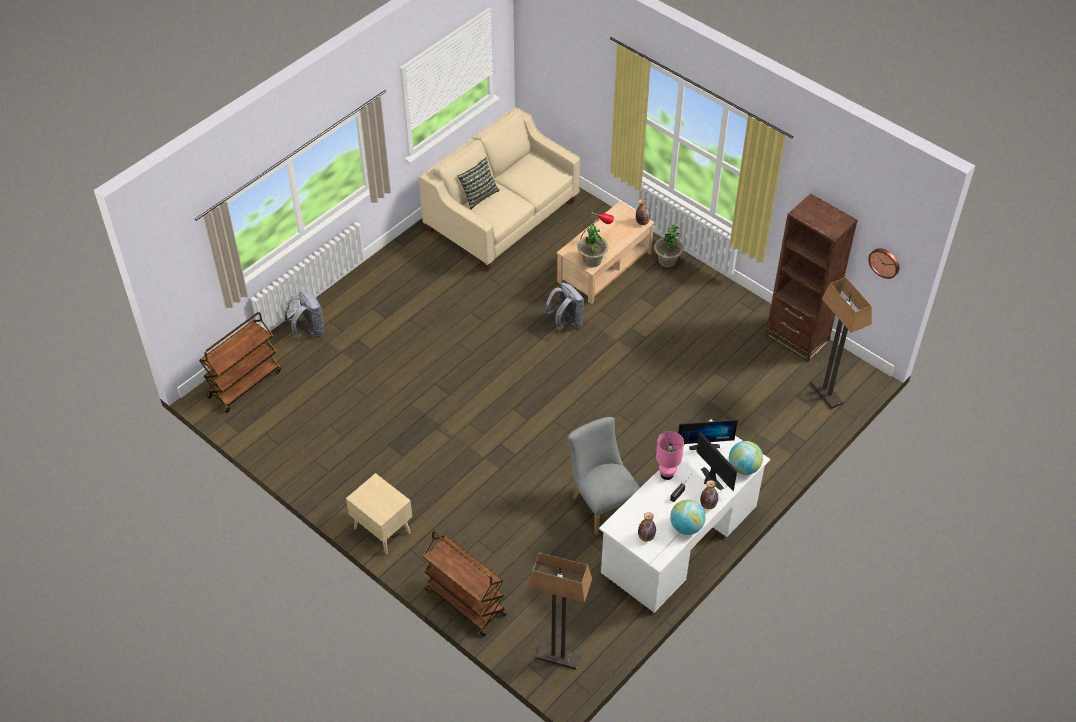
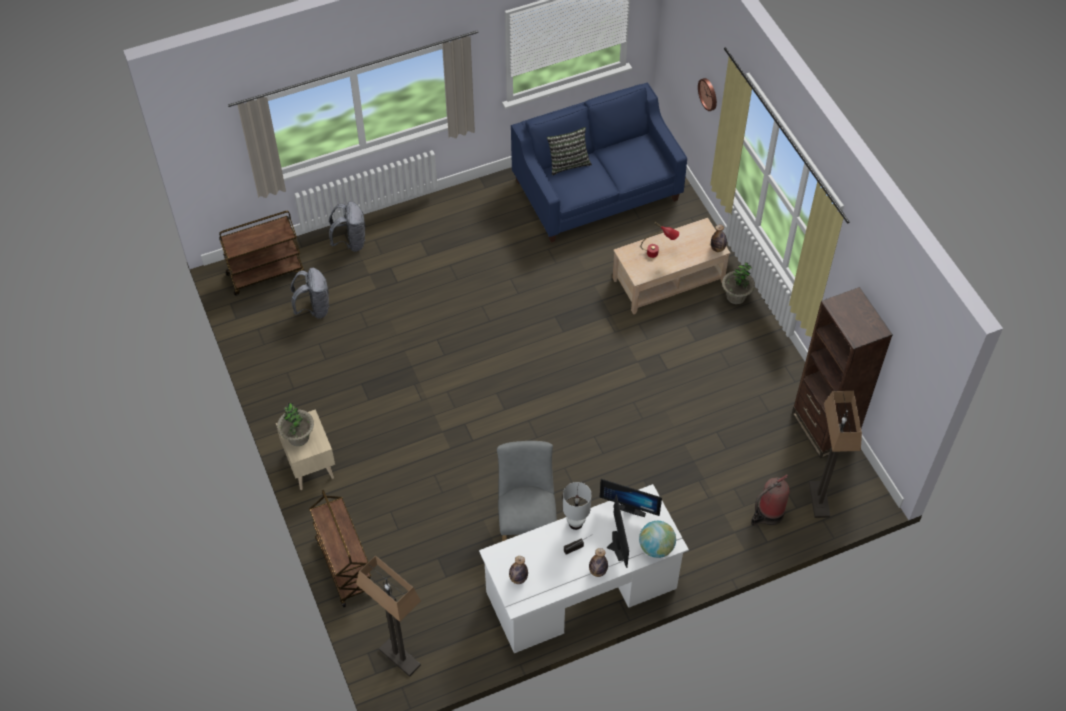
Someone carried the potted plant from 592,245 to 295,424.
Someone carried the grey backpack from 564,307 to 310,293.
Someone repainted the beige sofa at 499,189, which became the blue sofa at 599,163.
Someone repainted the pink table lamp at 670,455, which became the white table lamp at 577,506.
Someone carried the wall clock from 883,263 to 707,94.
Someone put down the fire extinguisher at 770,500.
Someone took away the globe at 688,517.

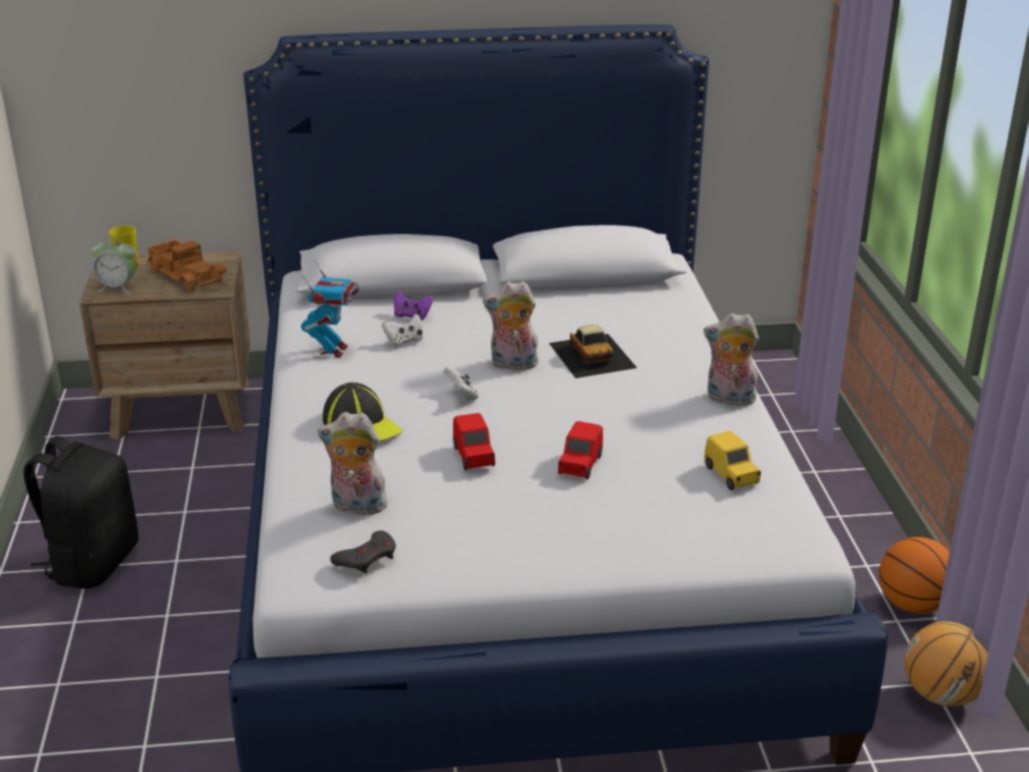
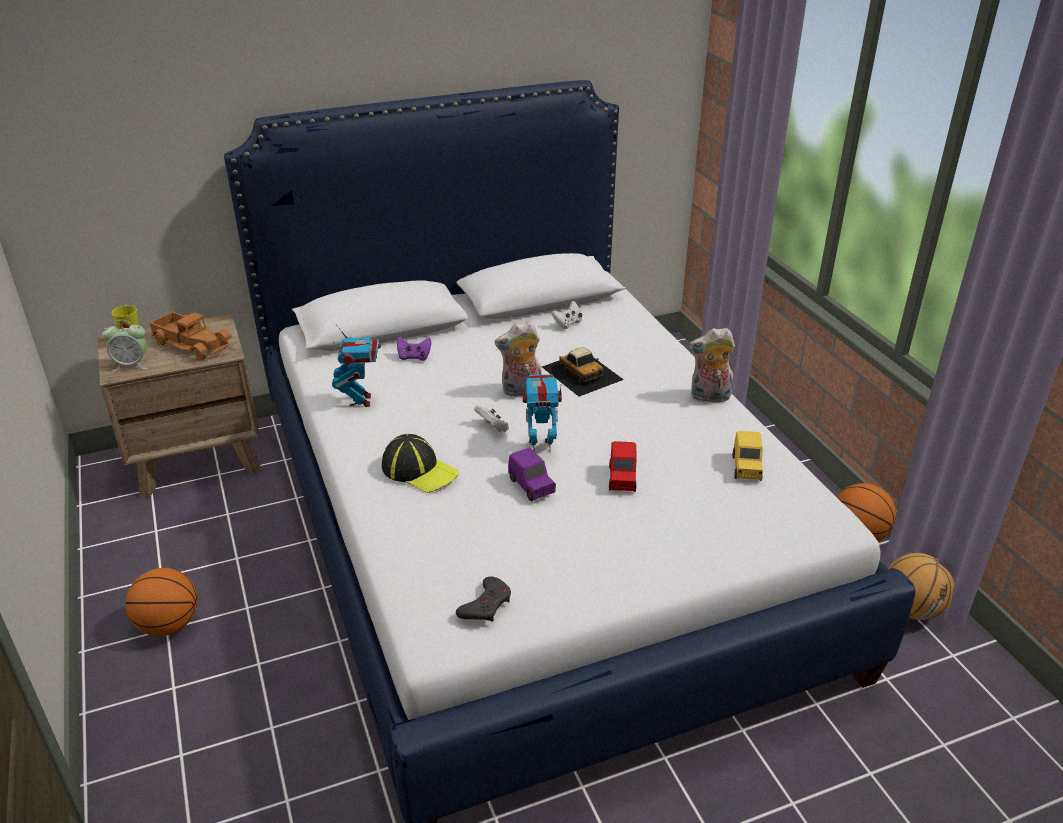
Someone swapped the black backpack at 81,512 for the basketball at 161,602.
Someone repainted the red toy car at 474,442, which became the purple toy car at 532,474.
Someone put down the toy robot at 542,413.
Someone carried the white game controller from 402,330 to 566,315.
Someone rotated the yellow toy car at 732,460 by 45 degrees clockwise.
Someone took away the plush toy at 354,463.

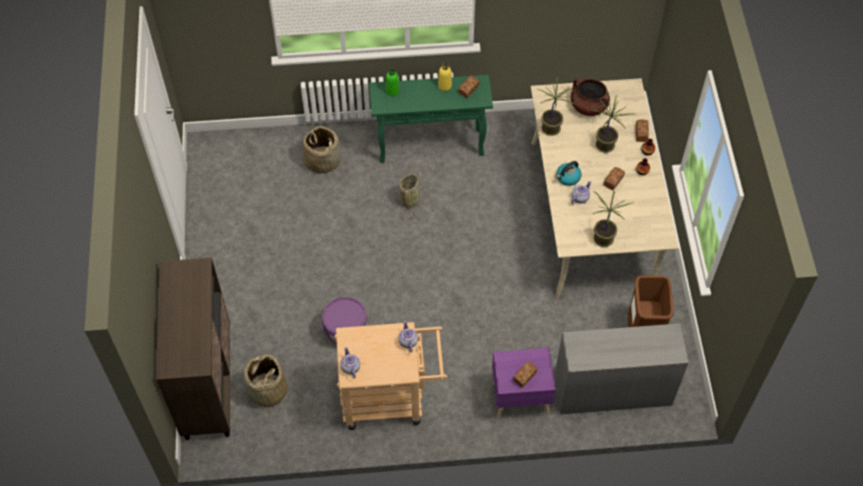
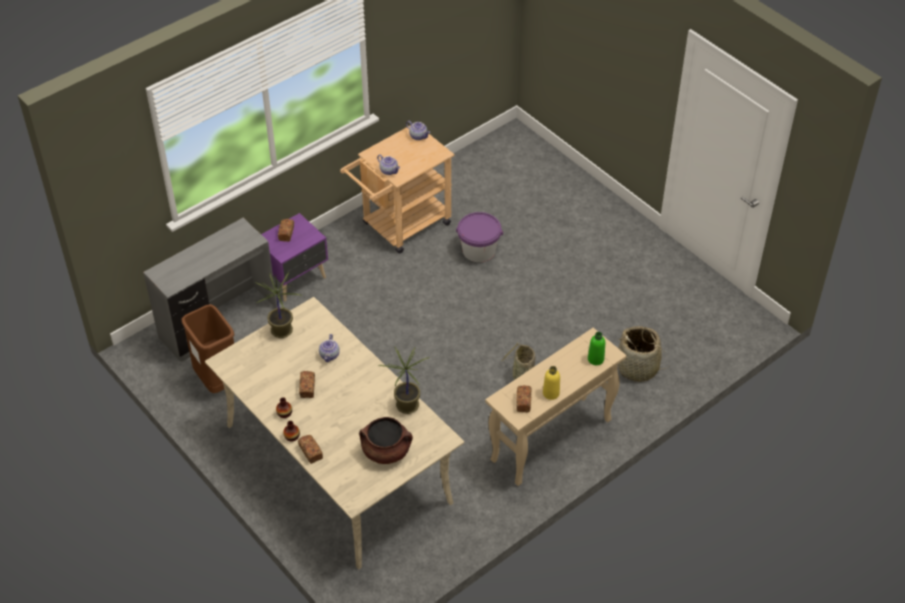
Someone repainted the green console table at 431,119, which became the beige console table at 556,407.
Someone took away the brown cabinet at 193,349.
Someone took away the basket at 265,383.
Someone took away the kettle at 568,173.
Someone took away the potted plant at 612,123.

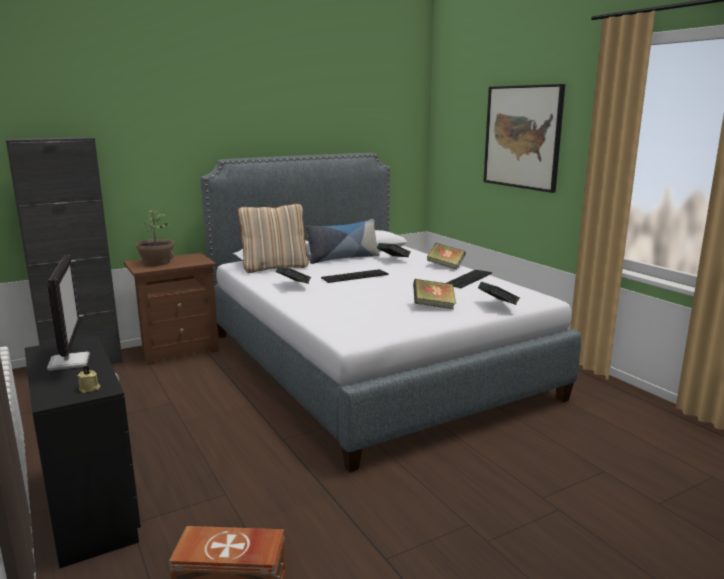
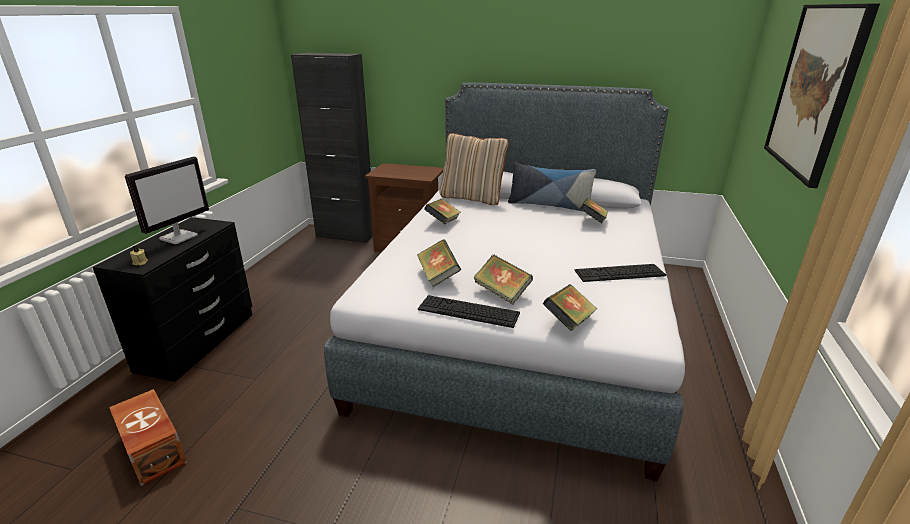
Someone carried the book from 446,256 to 439,263.
Someone carried the keyboard from 355,276 to 469,311.
Someone took away the potted plant at 155,237.

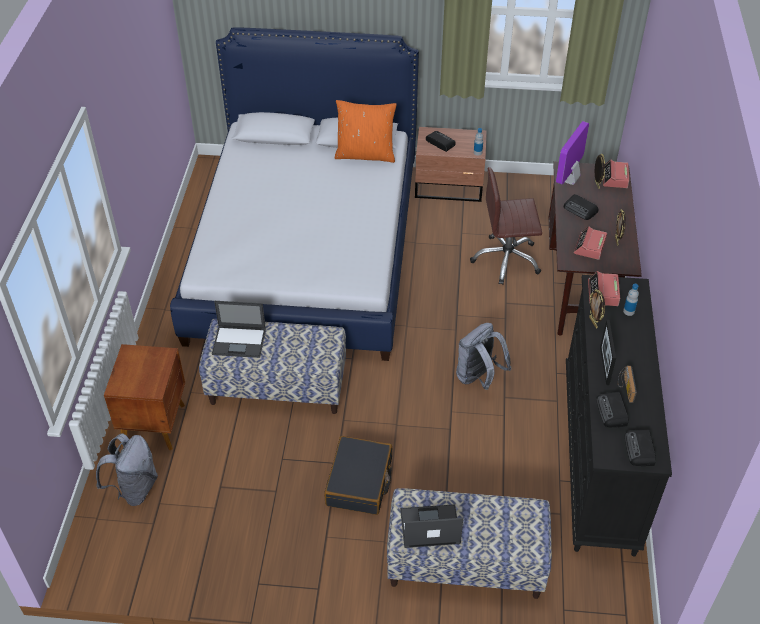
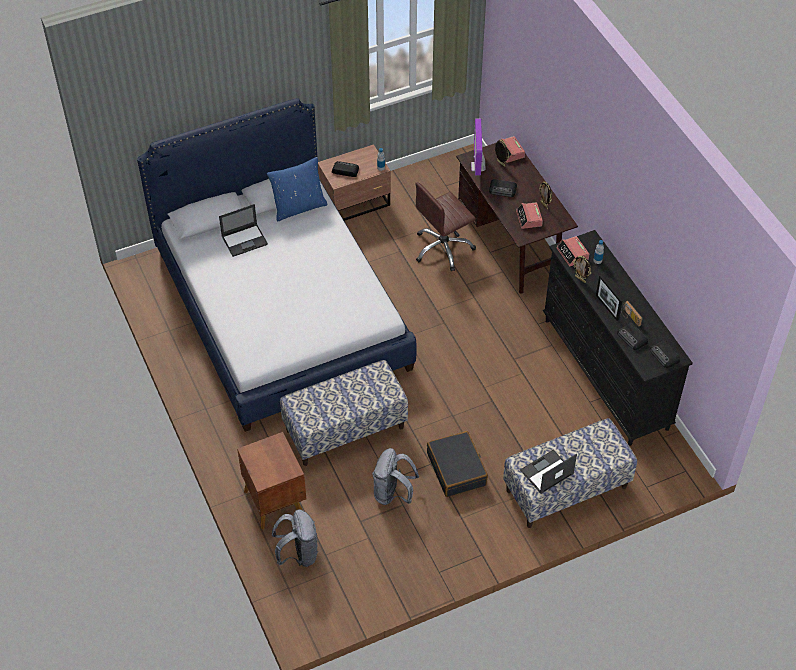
Someone carried the laptop from 239,329 to 243,230.
Someone repainted the orange pillow at 366,131, which became the blue pillow at 297,189.
Someone carried the grey backpack from 484,356 to 395,476.

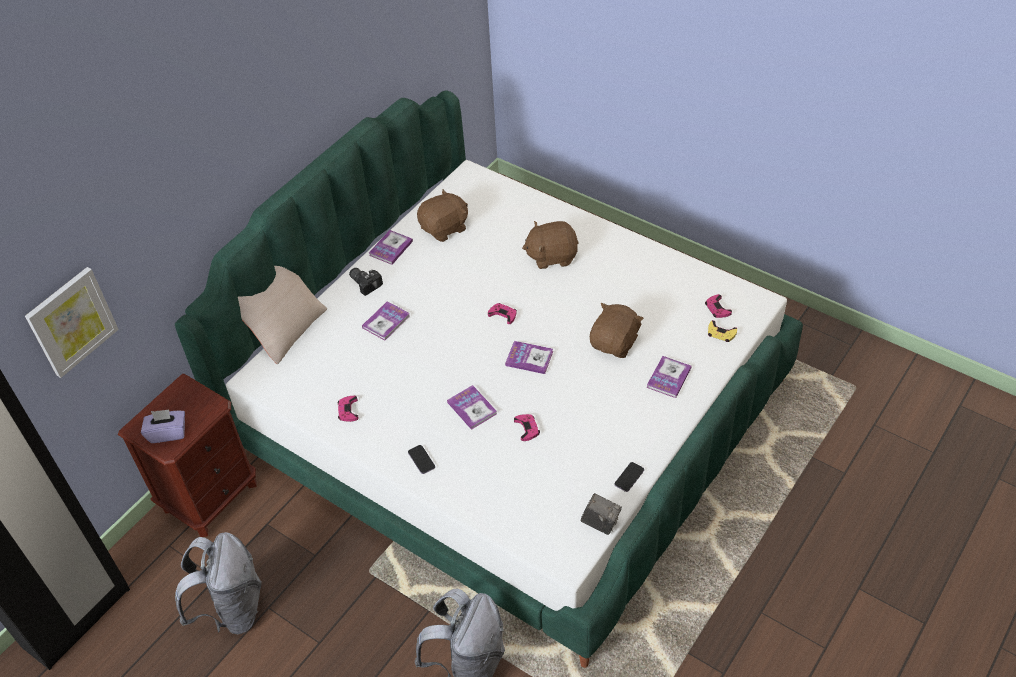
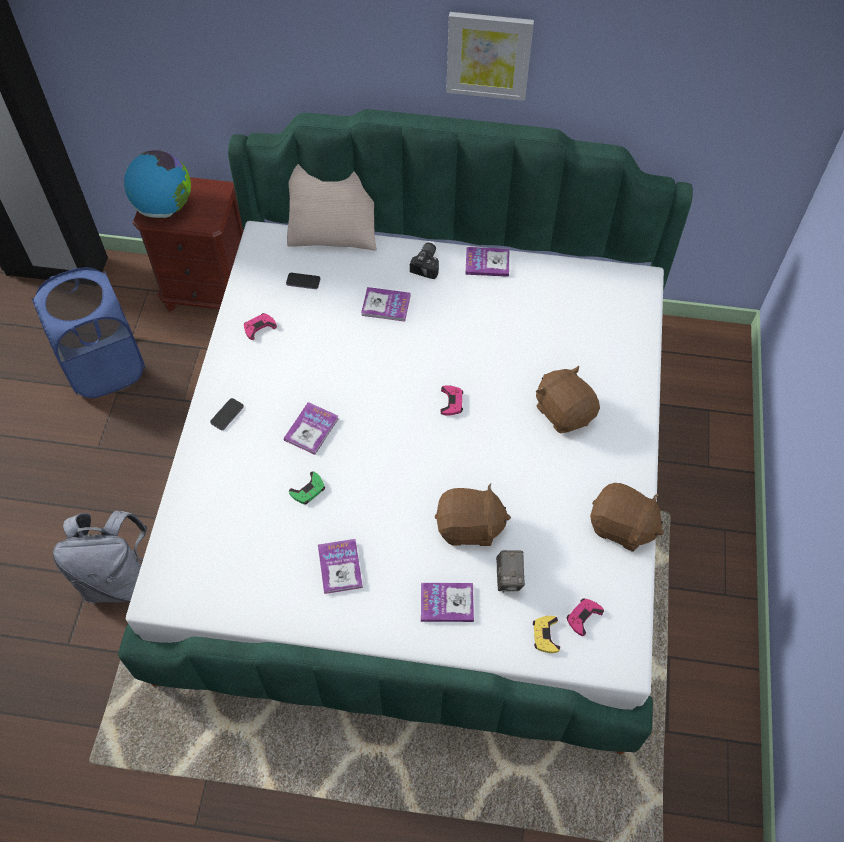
Someone swapped the grey backpack at 218,583 for the blue laundry basket at 89,332.
Someone swapped the purple tissue box at 163,426 for the globe at 157,184.
Someone carried the phone from 629,477 to 303,281.
Someone repainted the pink game controller at 527,427, which became the green game controller at 307,488.
Someone carried the book from 529,357 to 340,566.
Someone carried the picture from 72,322 to 490,56.
Someone carried the photo camera from 601,514 to 510,571.
Someone carried the brown plush toy from 442,215 to 627,517.

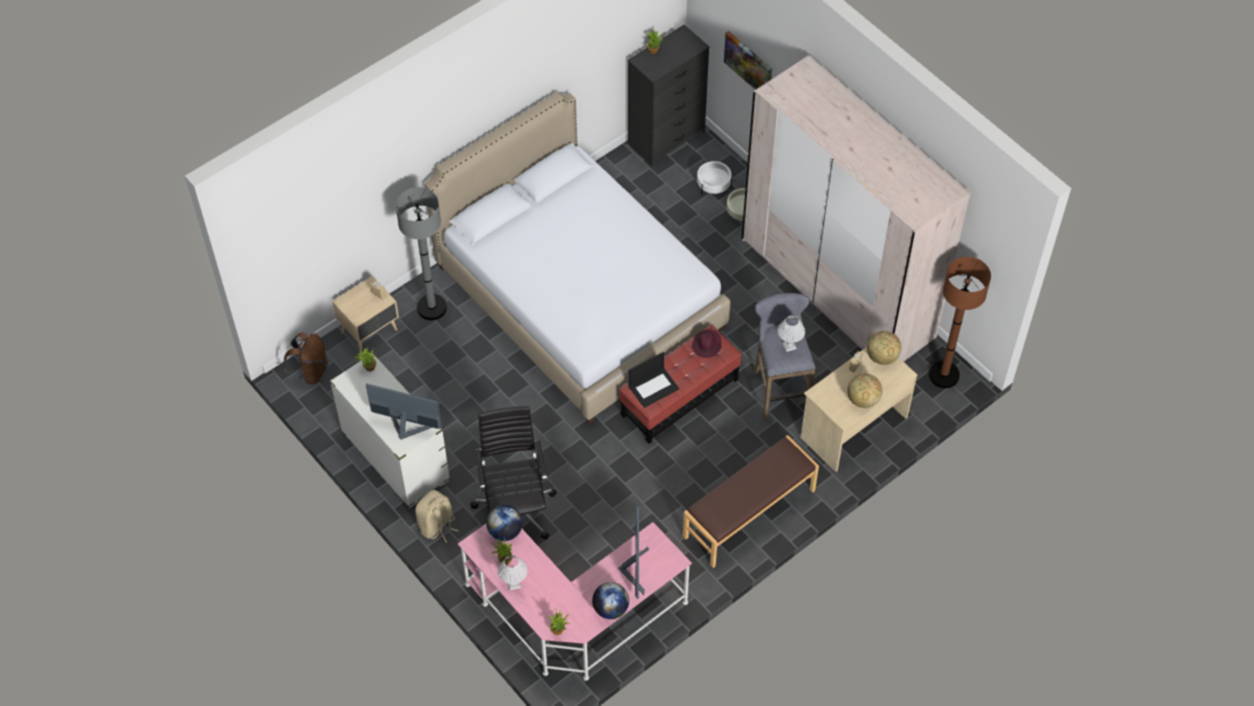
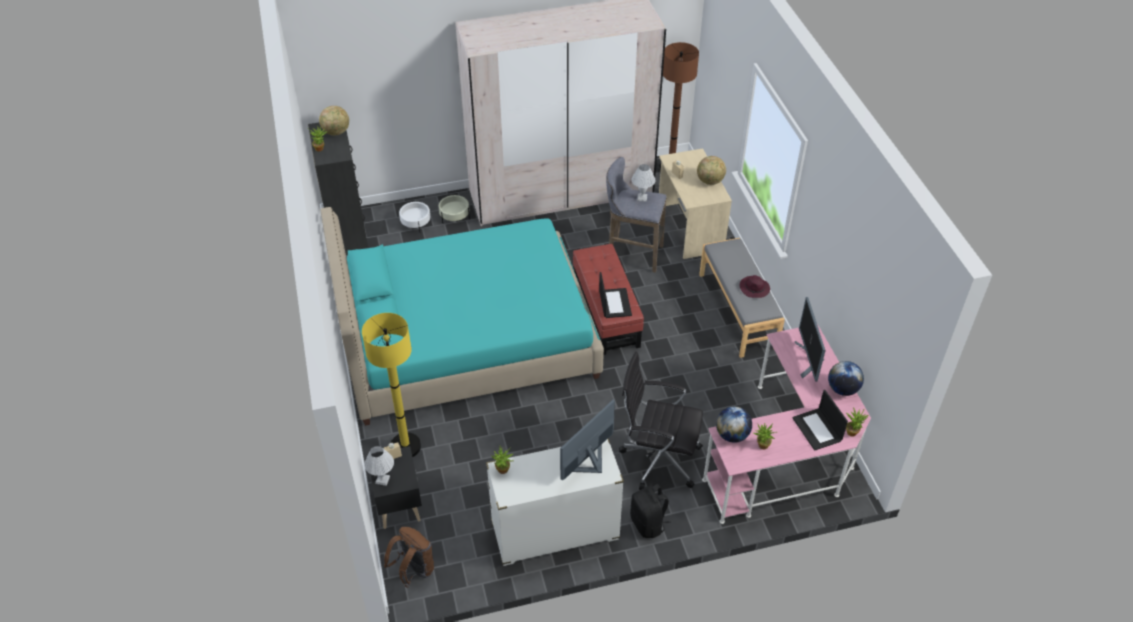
Someone carried the globe from 884,348 to 334,121.
Someone repainted the white bed at 577,257, which became the turquoise bed at 462,316.
Someone repainted the grey floor lamp at 421,253, which became the yellow floor lamp at 391,385.
Someone carried the white table lamp from 513,572 to 379,466.
Someone repainted the beige nightstand at 365,315, which became the black nightstand at 394,487.
Someone repainted the beige backpack at 437,516, which became the black backpack at 650,511.
Someone repainted the brown bench at 751,501, which became the grey bench at 742,298.
Someone carried the purple hat from 707,343 to 755,286.
Someone put down the laptop at 820,420.
Someone rotated the monitor at 633,552 by 120 degrees counterclockwise.
Someone took away the picture at 748,60.

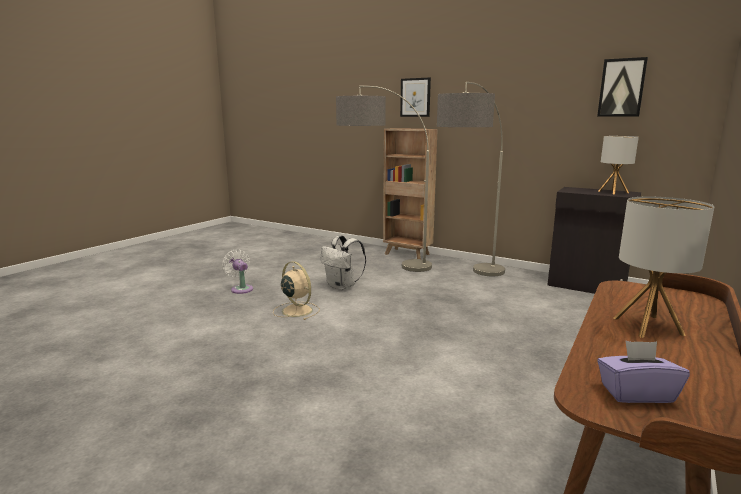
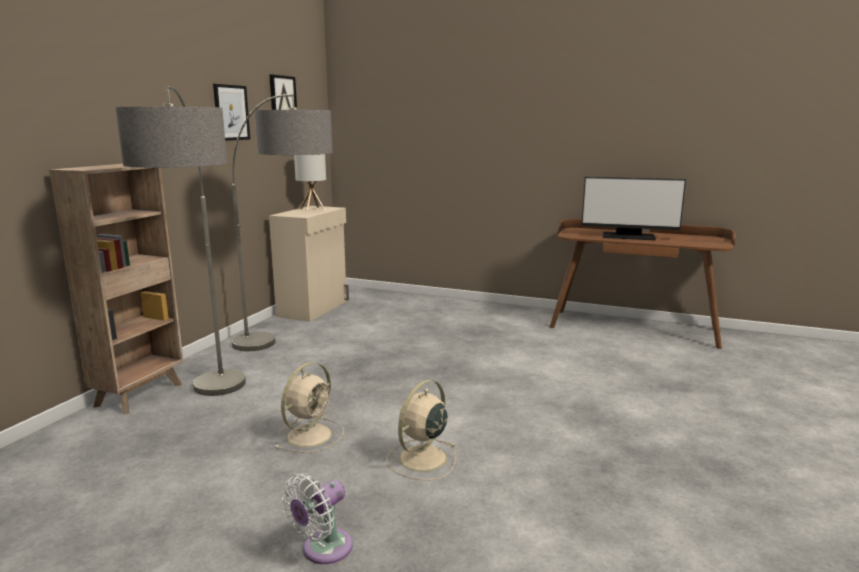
Someone carried the picture from 415,97 to 231,112.
Someone repainted the black cabinet at 594,240, which became the beige cabinet at 309,264.
Someone swapped the white backpack at 343,262 for the beige fan at 309,407.
Someone swapped the table lamp at 664,267 for the monitor at 633,209.
Someone took away the purple tissue box at 643,372.

